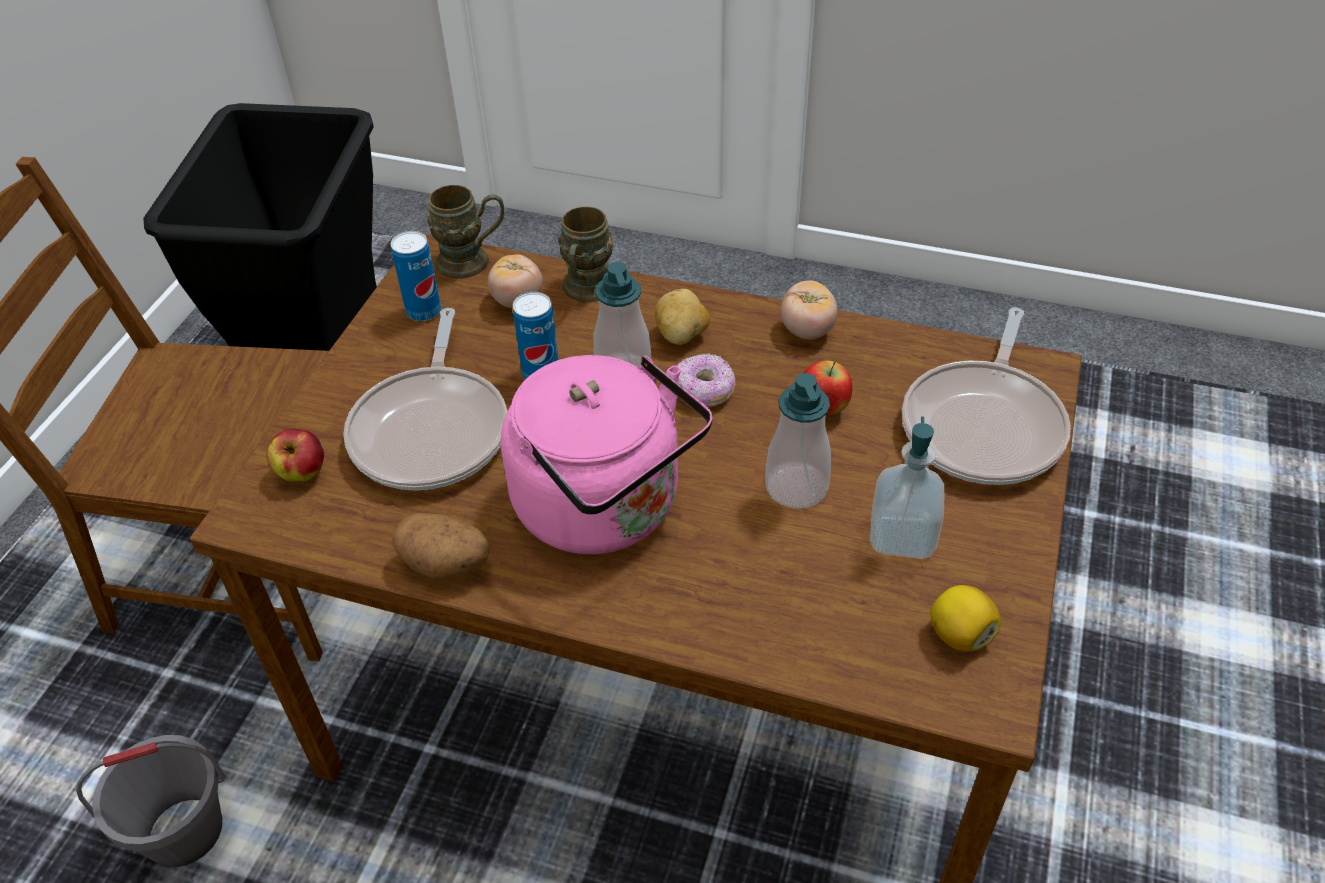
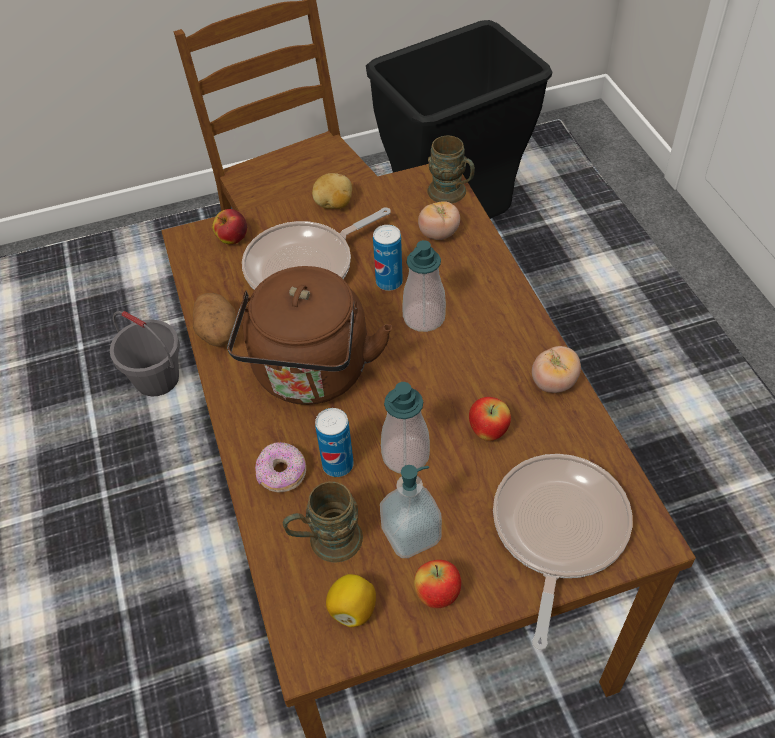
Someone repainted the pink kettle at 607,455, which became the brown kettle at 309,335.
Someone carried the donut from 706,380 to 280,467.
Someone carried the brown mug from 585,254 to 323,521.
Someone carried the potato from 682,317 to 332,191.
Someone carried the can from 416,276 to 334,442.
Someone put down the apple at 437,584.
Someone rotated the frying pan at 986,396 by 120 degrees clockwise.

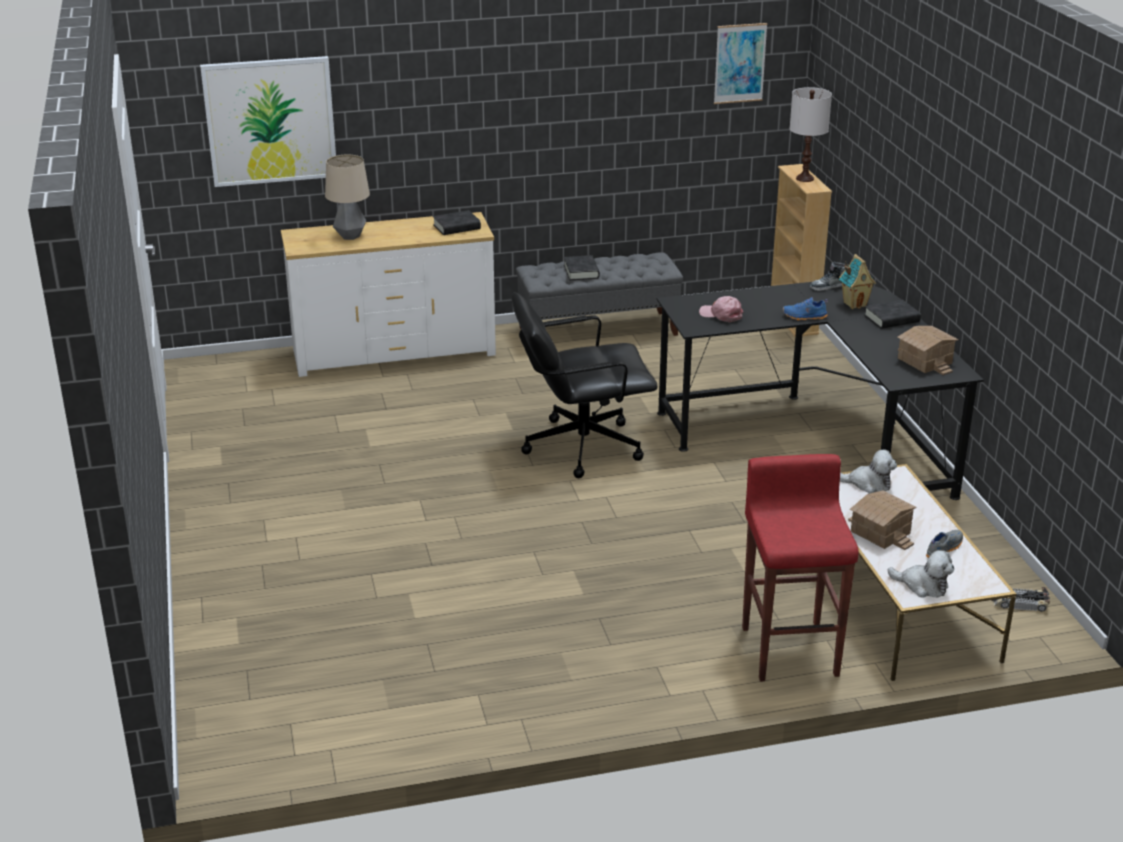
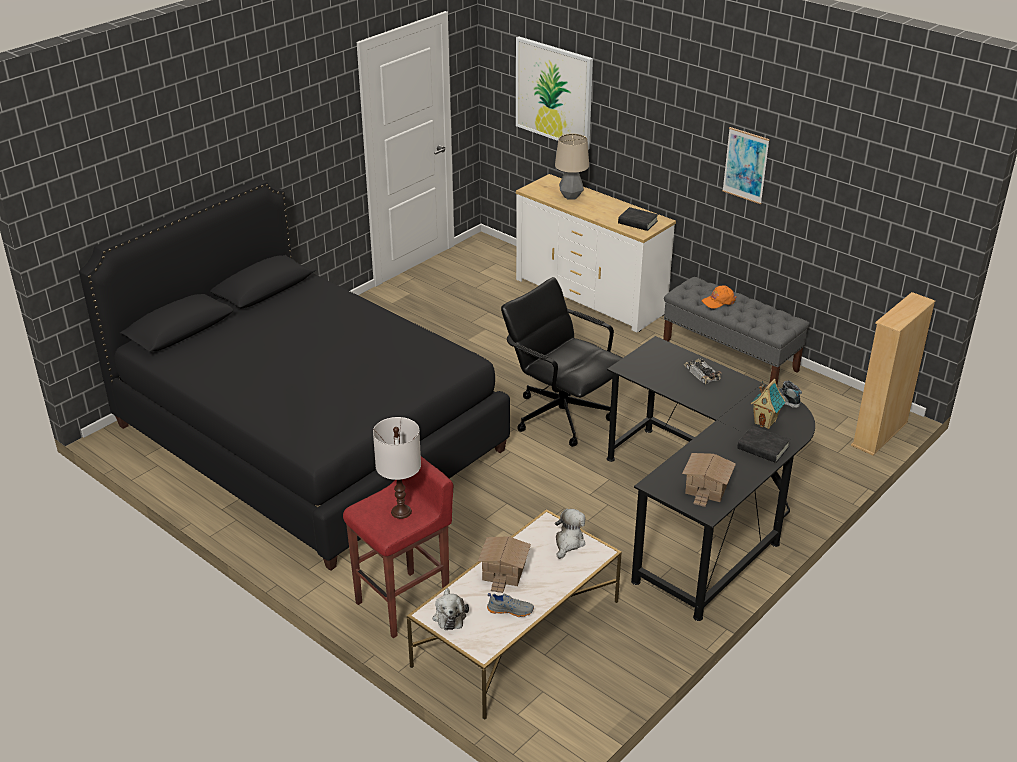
Someone put down the black bed at 294,375.
Someone carried the white table lamp from 811,134 to 397,468.
Someone rotated the plush toy at 868,471 by 135 degrees counterclockwise.
Someone carried the toy car from 1021,599 to 702,371.
Someone swapped the black book at 582,267 for the orange cap at 718,297.
Someone carried the picture from 741,63 to 746,165.
Someone took away the pink cap at 721,309.
Someone took away the blue shoe at 805,309.

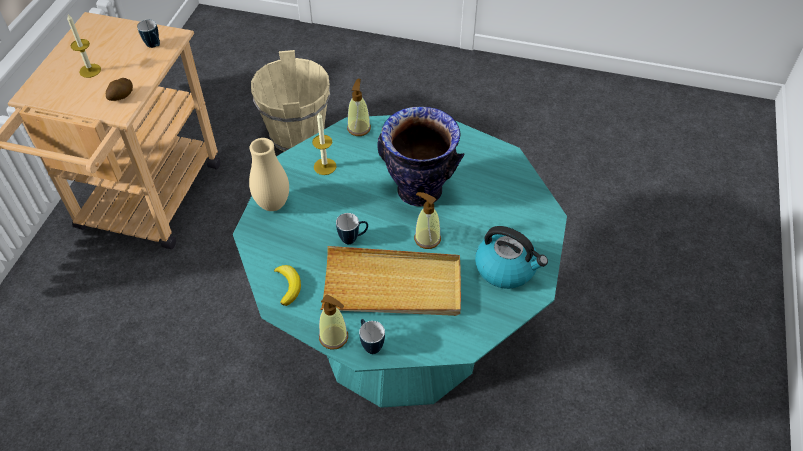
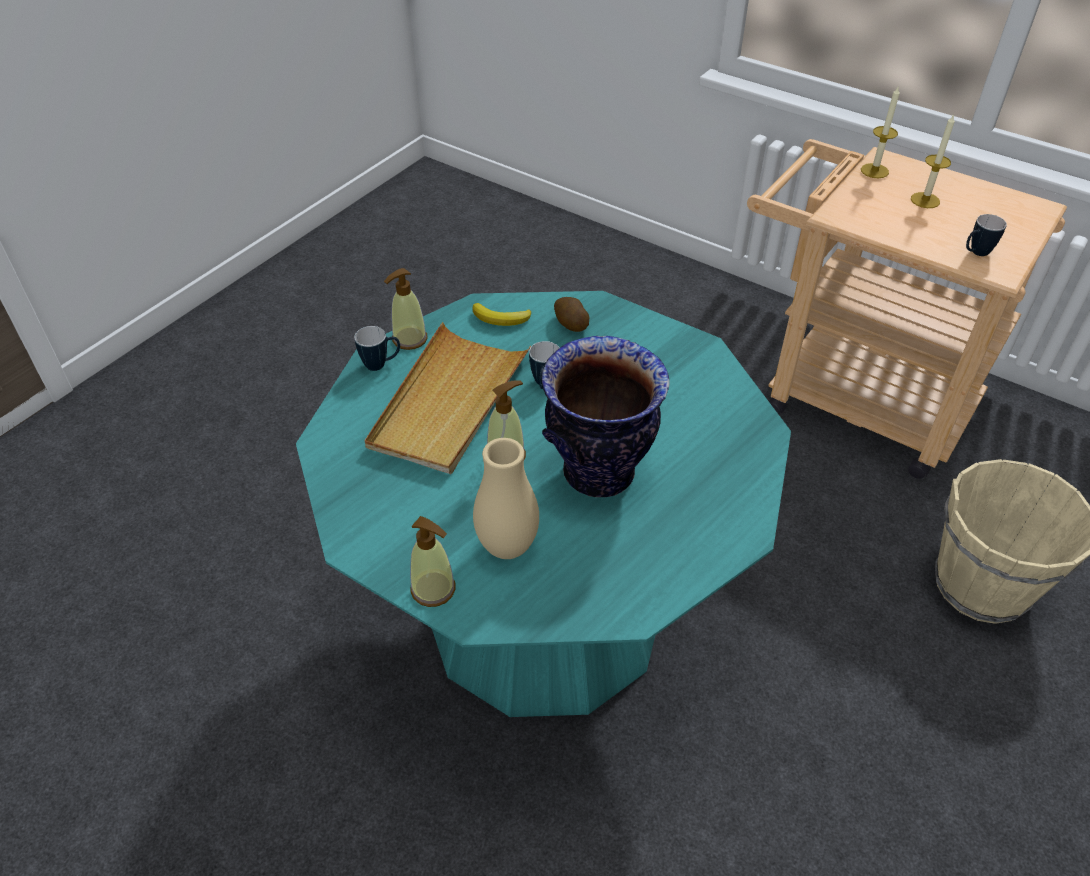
Someone carried the soap dispenser from 359,107 to 432,561.
Someone carried the beige vase from 269,174 to 506,498.
Someone carried the potato from 119,89 to 571,314.
Someone carried the candle from 324,144 to 880,131.
Someone took away the kettle at 511,257.

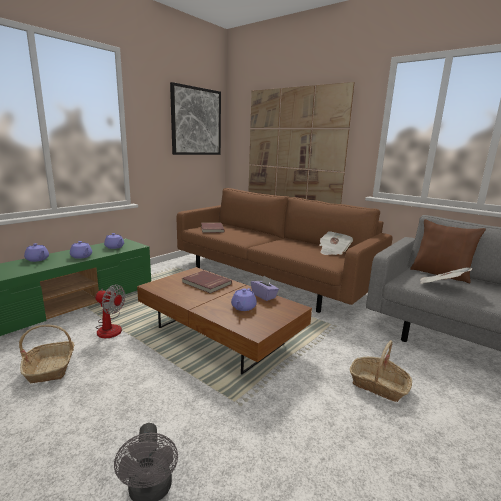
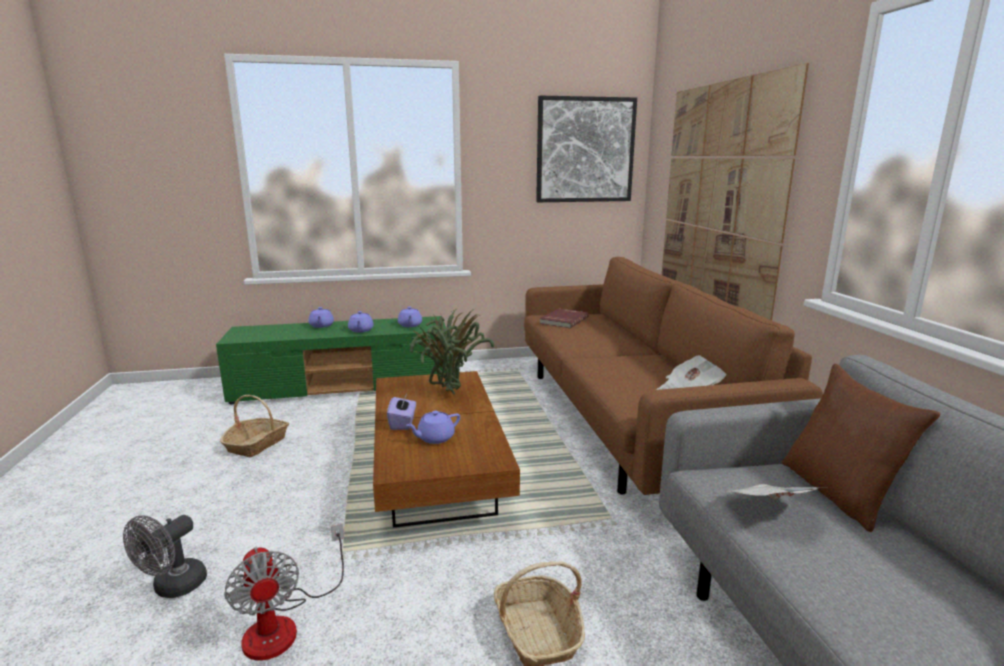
Someone carried the fan from 110,311 to 284,592.
Someone carried the purple tissue box from 265,288 to 401,412.
Someone swapped the red book at 207,282 for the potted plant at 452,351.

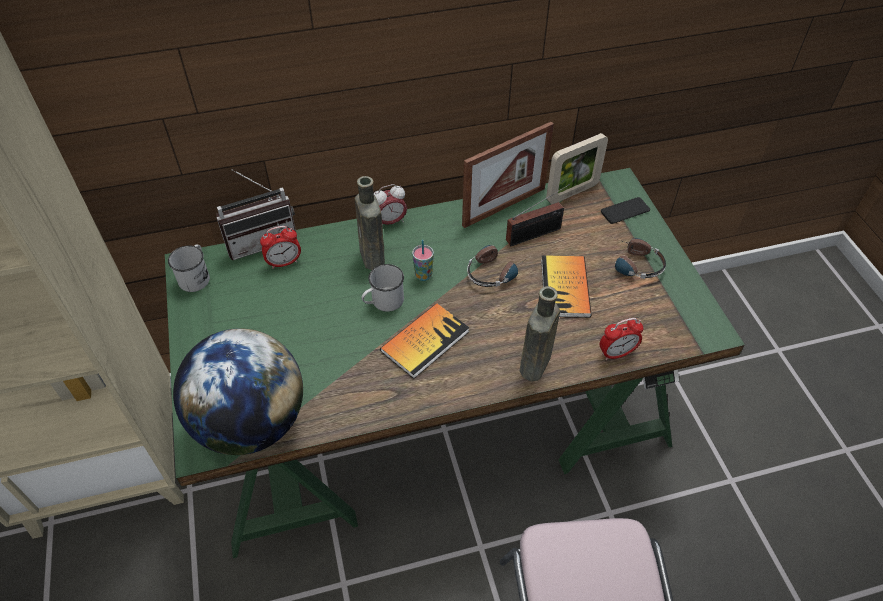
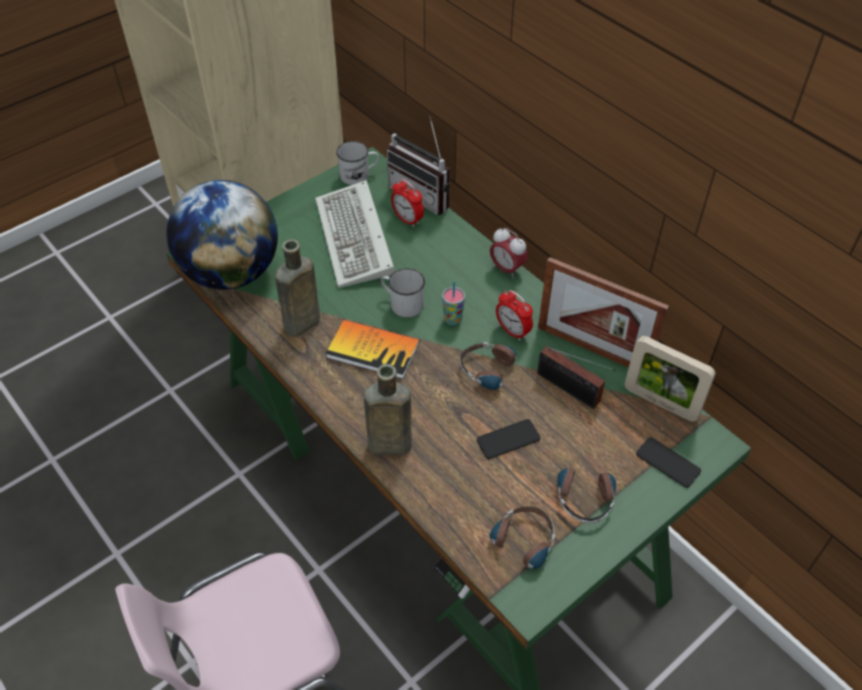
Someone carried the brown bottle from 370,223 to 297,288.
Someone put down the keyboard at 355,234.
Someone swapped the book at 566,286 for the phone at 508,439.
Someone put down the headphones at 517,538.
Someone carried the alarm clock from 621,339 to 514,315.

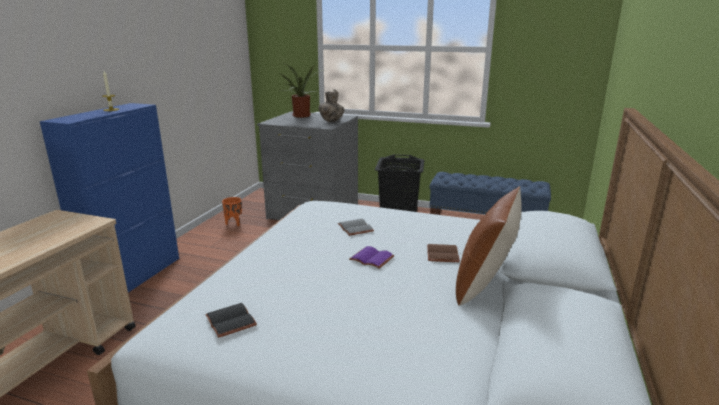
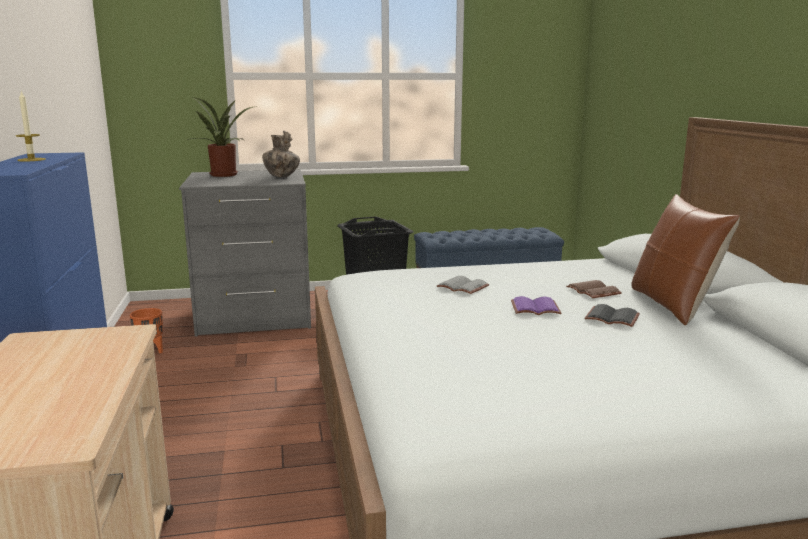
Someone carried the black book from 231,320 to 612,315.

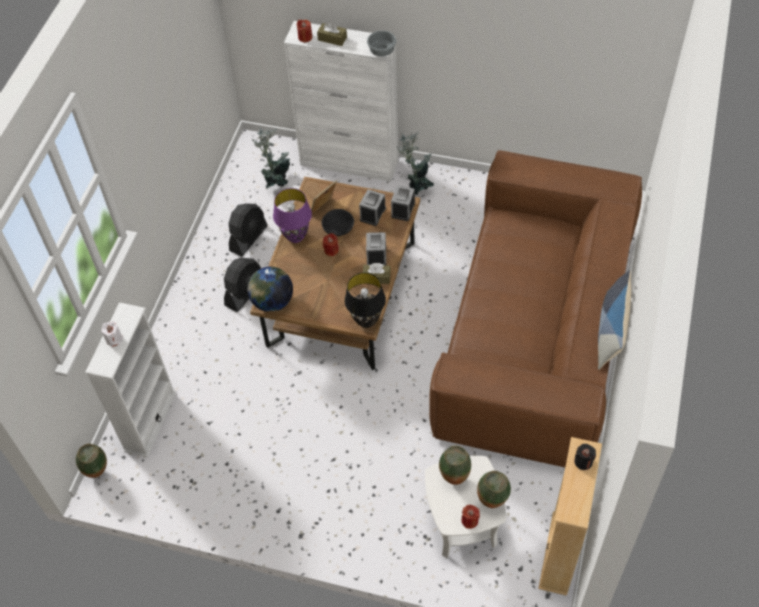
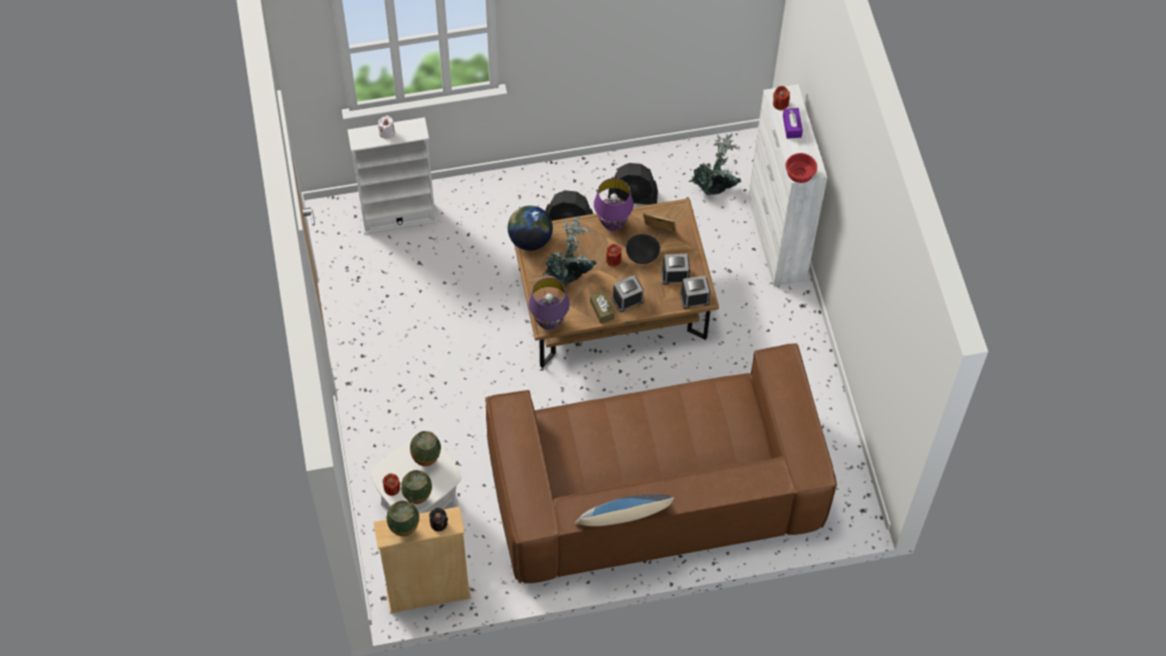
Someone carried the vase from 91,461 to 403,518.
Someone repainted the black table lamp at 365,300, which became the purple table lamp at 549,304.
Someone carried the potted plant from 415,163 to 570,250.
Someone repainted the brown tissue box at 332,34, which became the purple tissue box at 793,123.
Someone repainted the grey bowl at 381,43, which became the red bowl at 801,168.

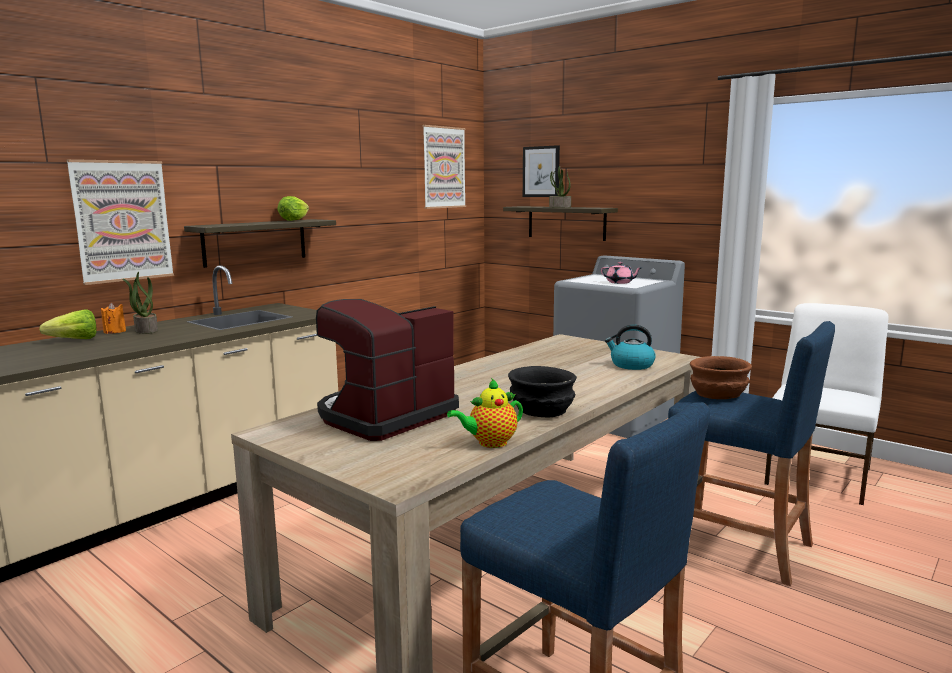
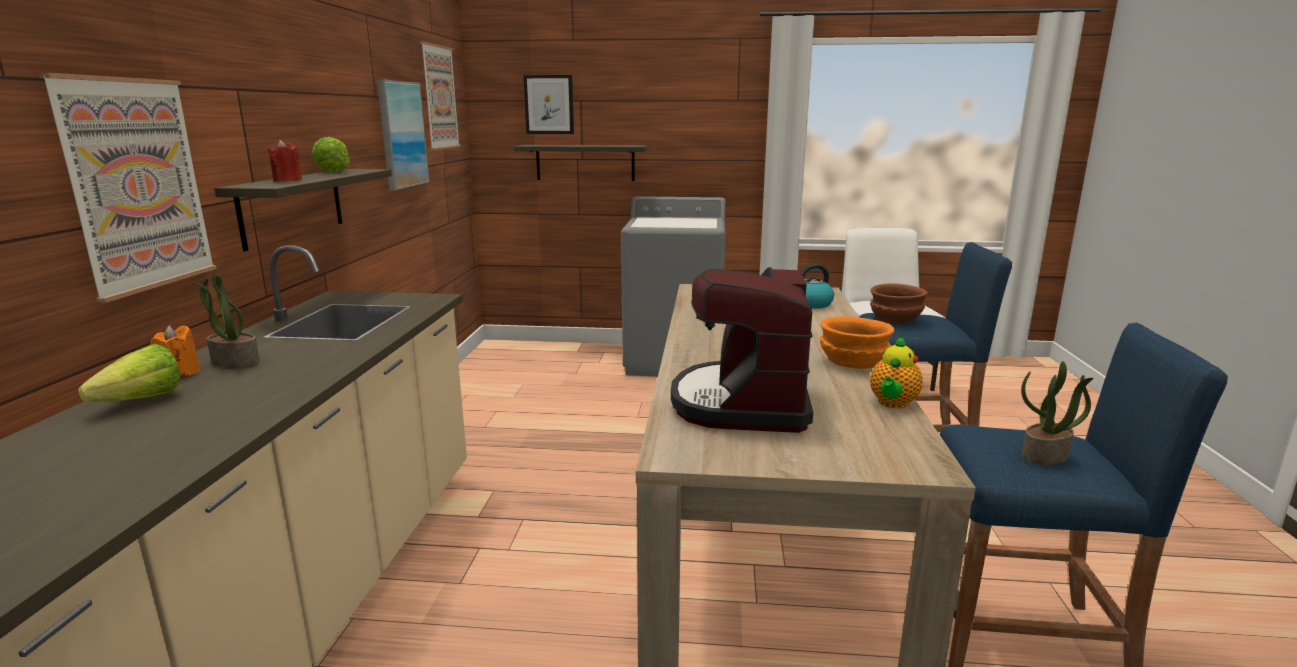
Someone put down the red candle at 284,161.
Someone put up the picture at 403,134.
Someone repainted the black bowl at 542,391, which became the orange bowl at 857,342.
Someone carried the potted plant from 560,186 to 1057,413.
Someone took away the pink teapot at 621,273.

